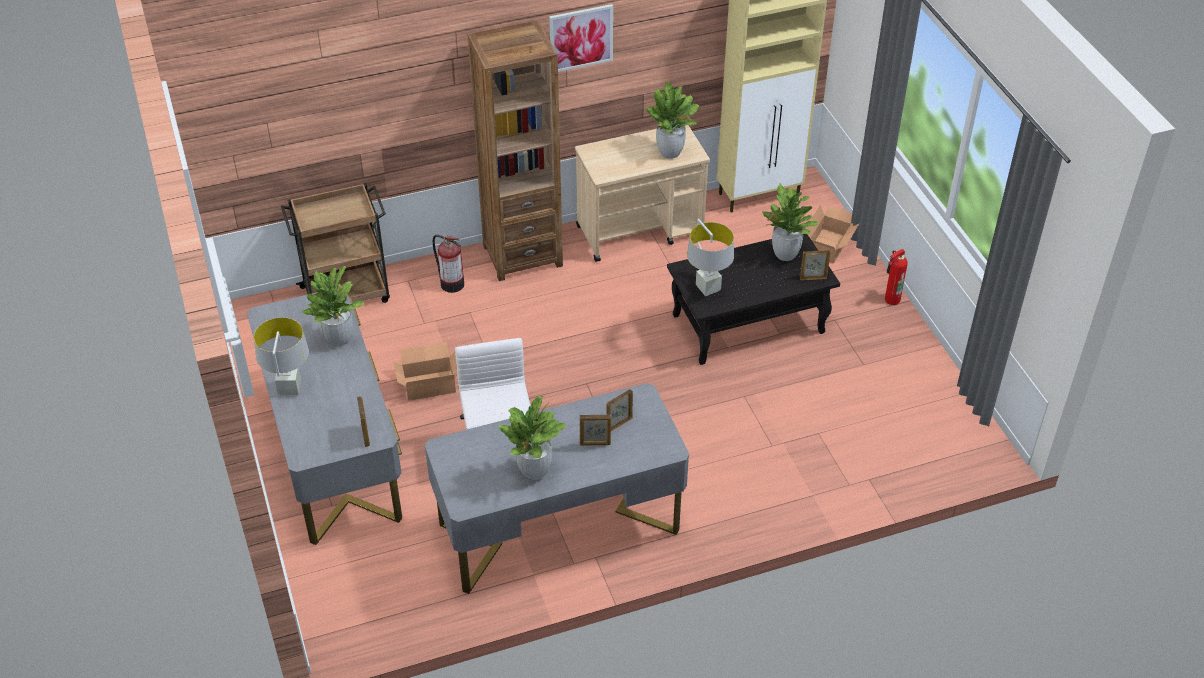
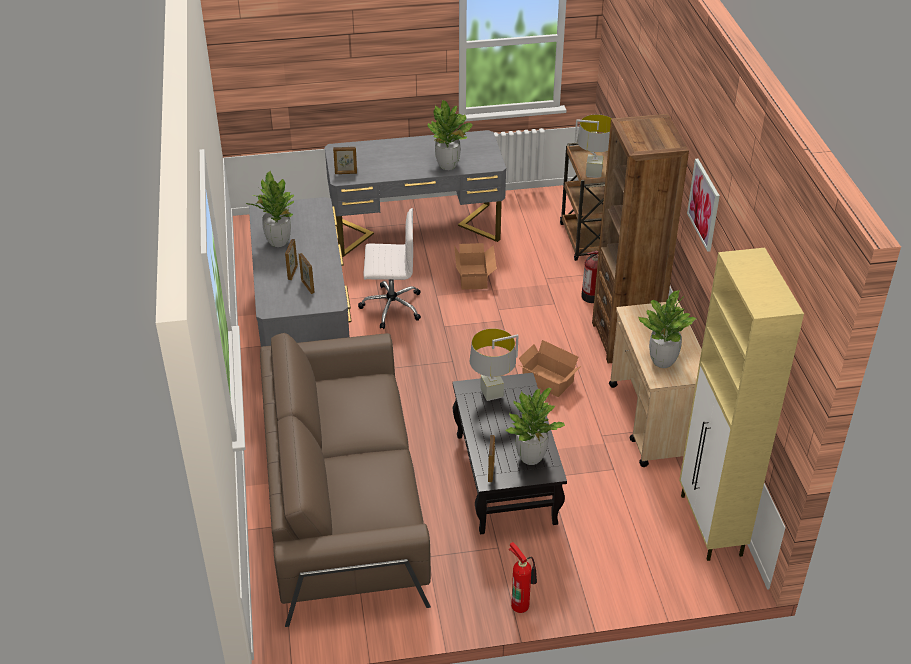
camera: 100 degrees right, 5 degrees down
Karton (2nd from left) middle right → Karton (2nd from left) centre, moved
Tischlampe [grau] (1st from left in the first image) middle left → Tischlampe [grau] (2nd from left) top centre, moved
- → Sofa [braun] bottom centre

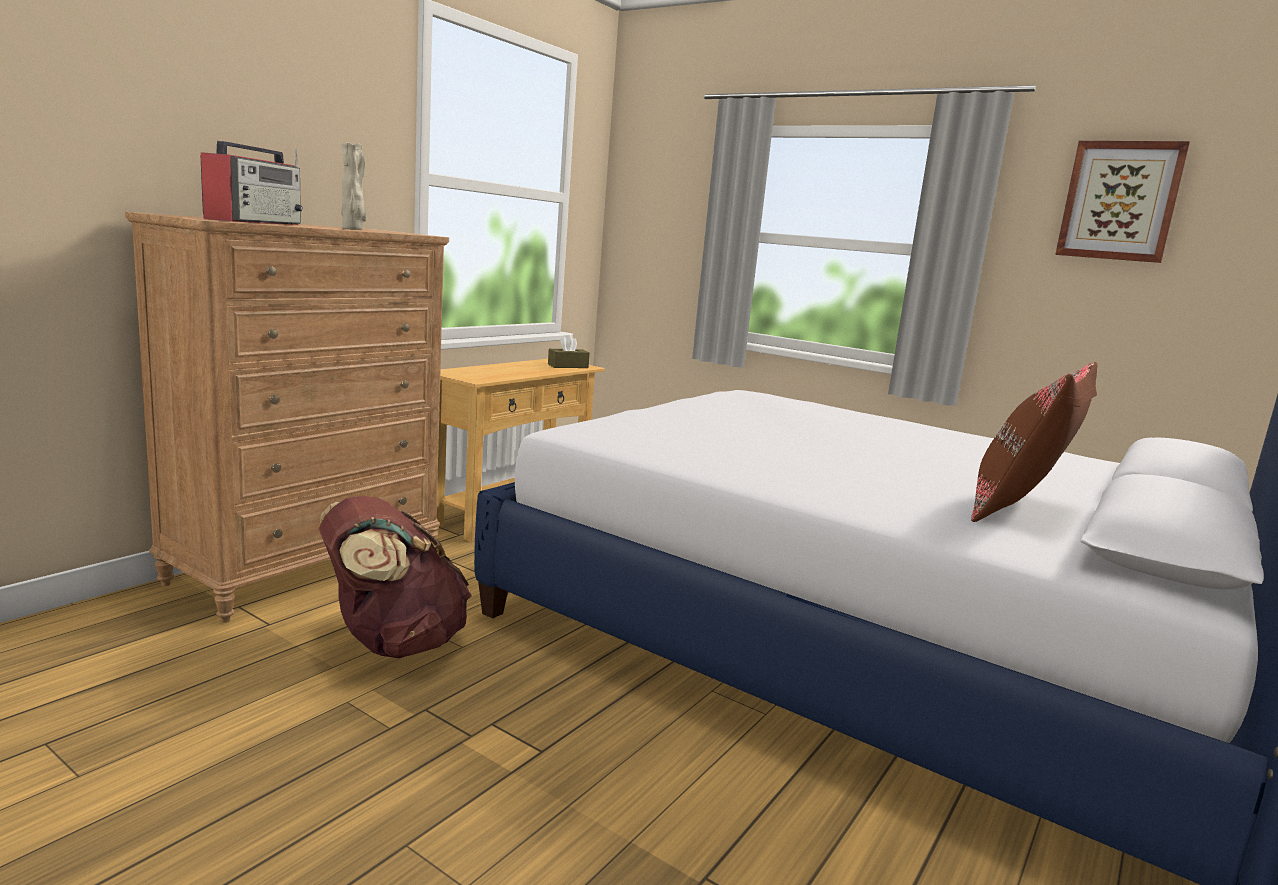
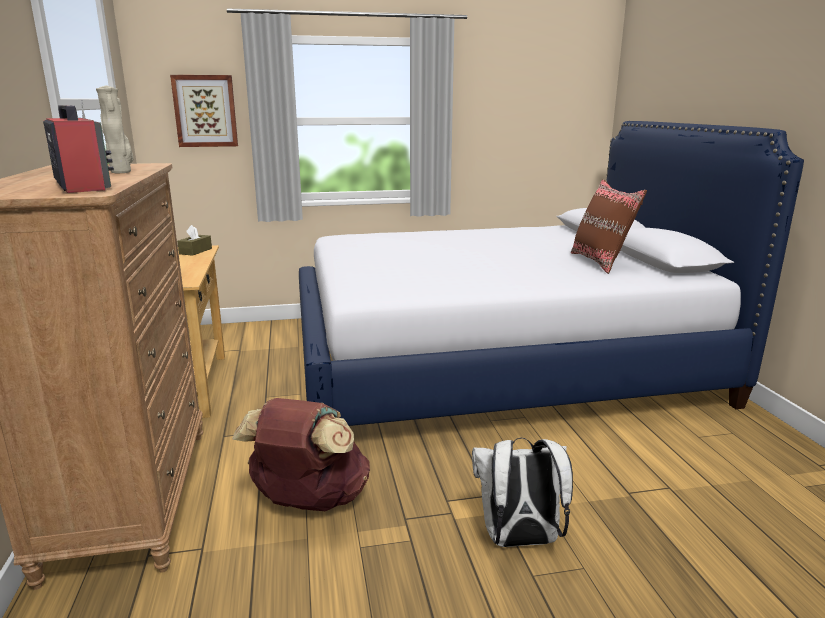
camera: 45 degrees left, 5 degrees up
Bild top right → Bild top left, moved
- → Rucksack [weiß] bottom centre

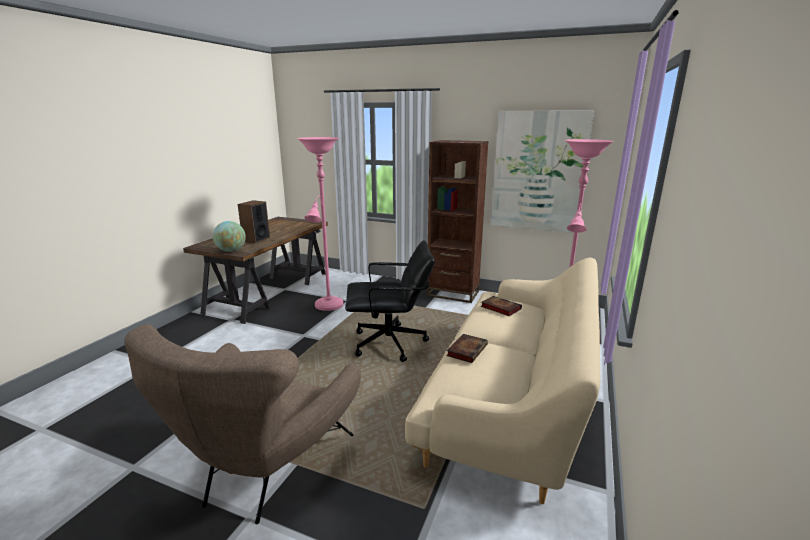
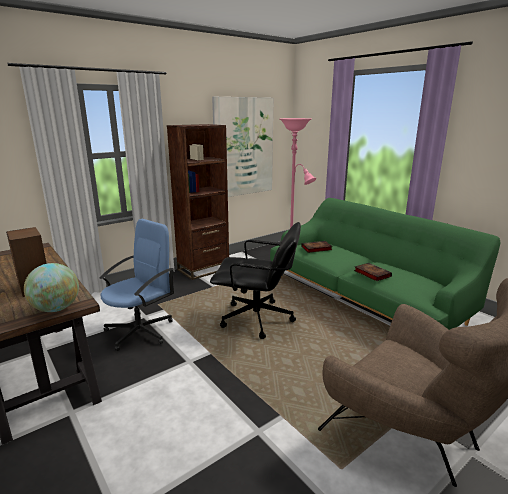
camera: 60 degrees left, 0 degrees up
Stehlampe [rosa] (1st from left) centre → Bürostuhl [blau] middle left
Bürostuhl [schwarz] centre, 75 degrees clockwise
Sofa [beige] bottom centre → Sofa [grün] middle right

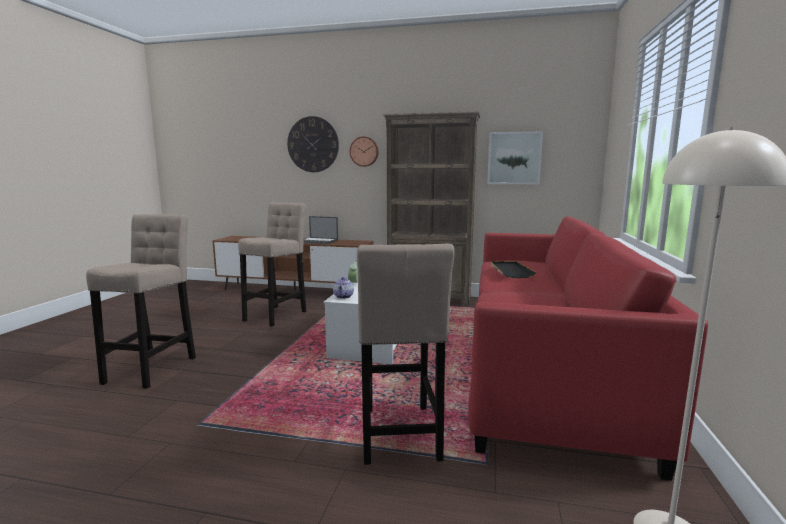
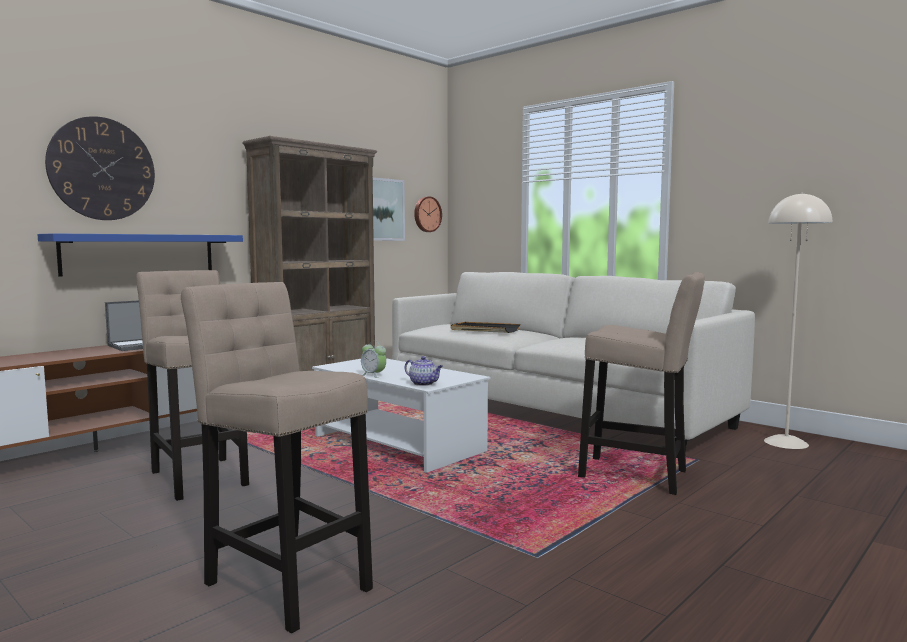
camera: 60 degrees left, 5 degrees down
Wanduhr (2nd from left) top centre → Wanduhr (2nd from left) centre, moved
Sofa [rot] middle right → Sofa [weiß] centre
- → Wandregal [blau] middle left

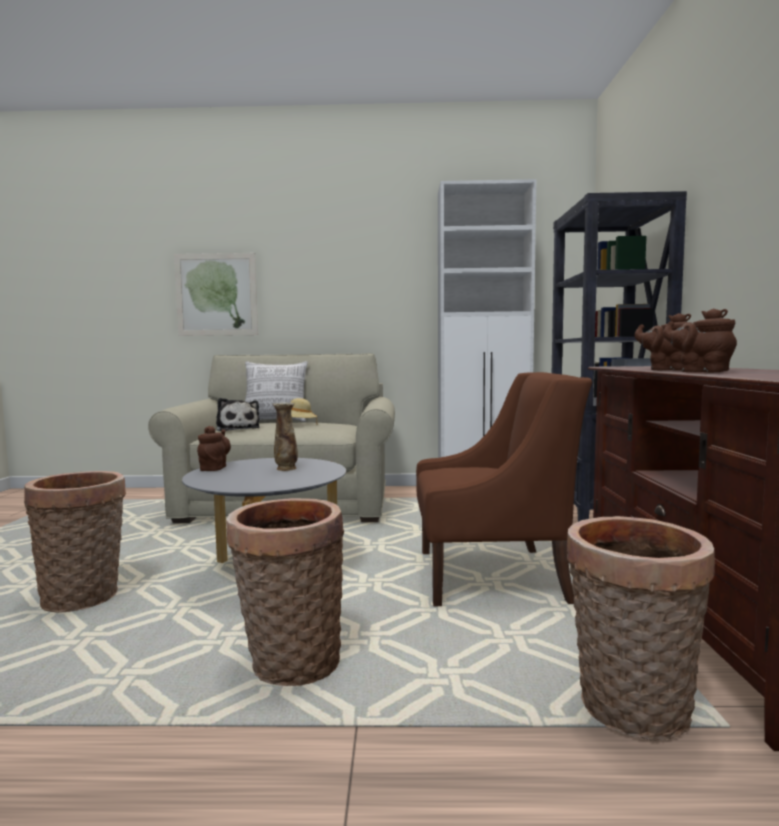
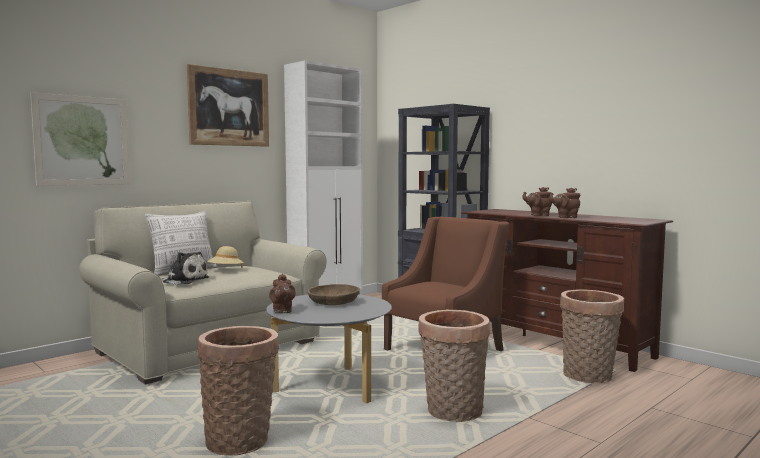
camera: 45 degrees left, 0 degrees up
Vase centre → Schüssel [braun] centre
Teekanne [braun] (1st from left) middle left → Teekanne [braun] (1st from left) centre, 150 degrees counterclockwise
- → Bild (2nd from left) top left

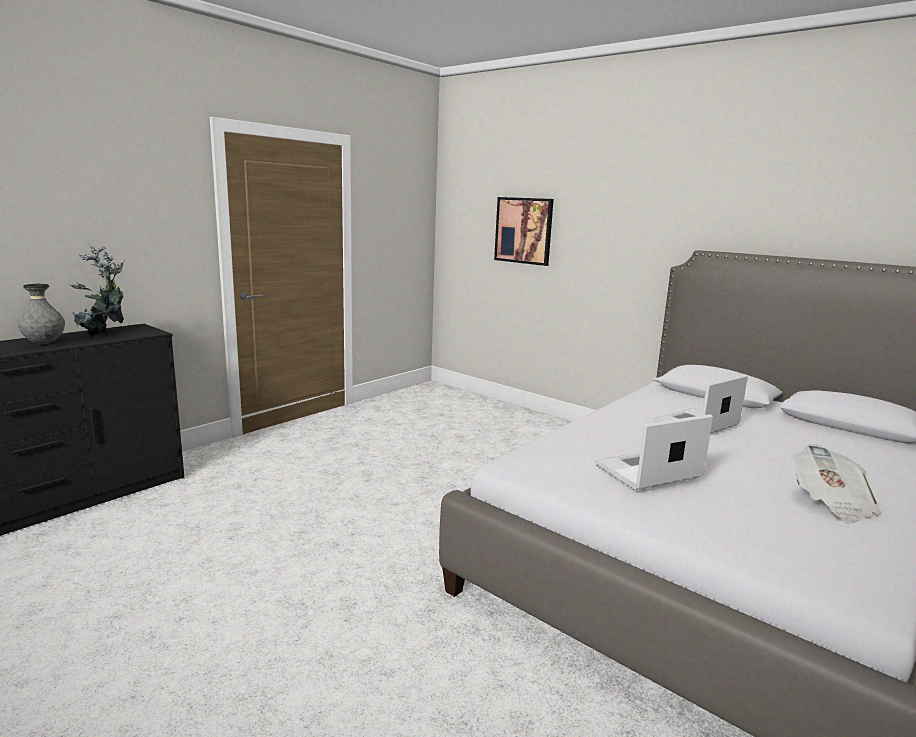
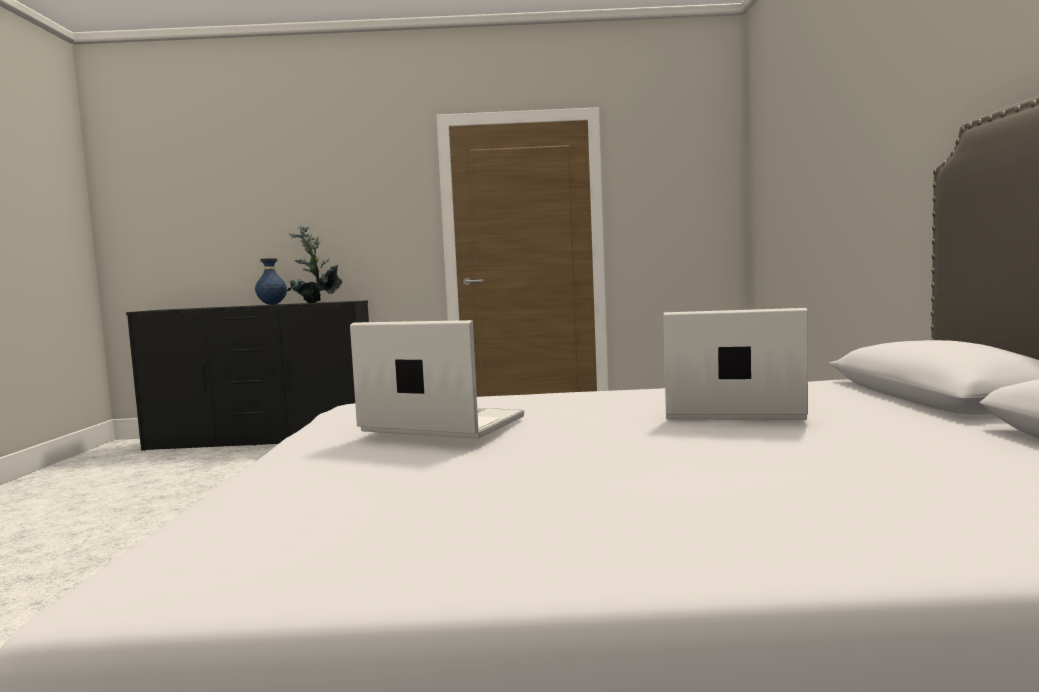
camera: 50 degrees right, 10 degrees down
Bild top centre → -
Vase [grau] middle left → Vase [blau] middle left
Zeitung middle right → -

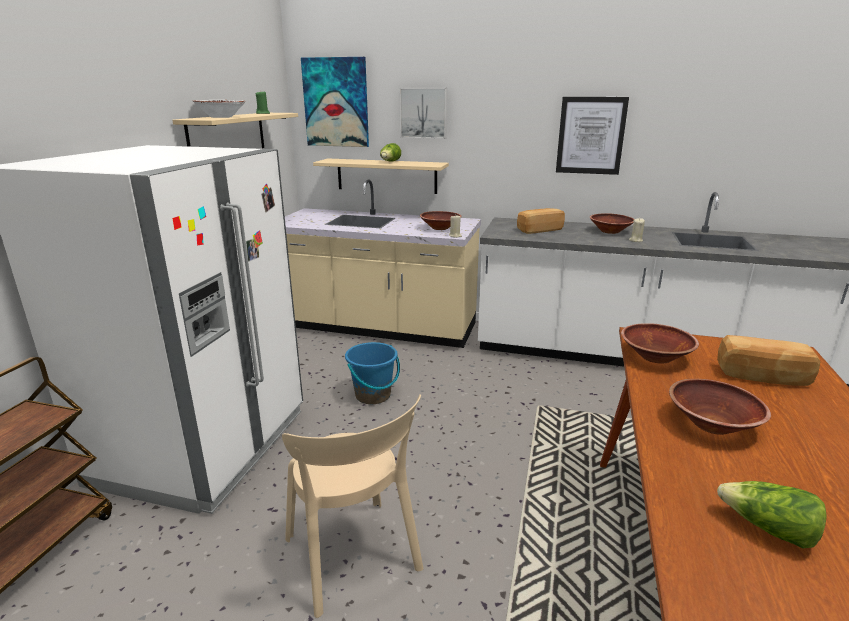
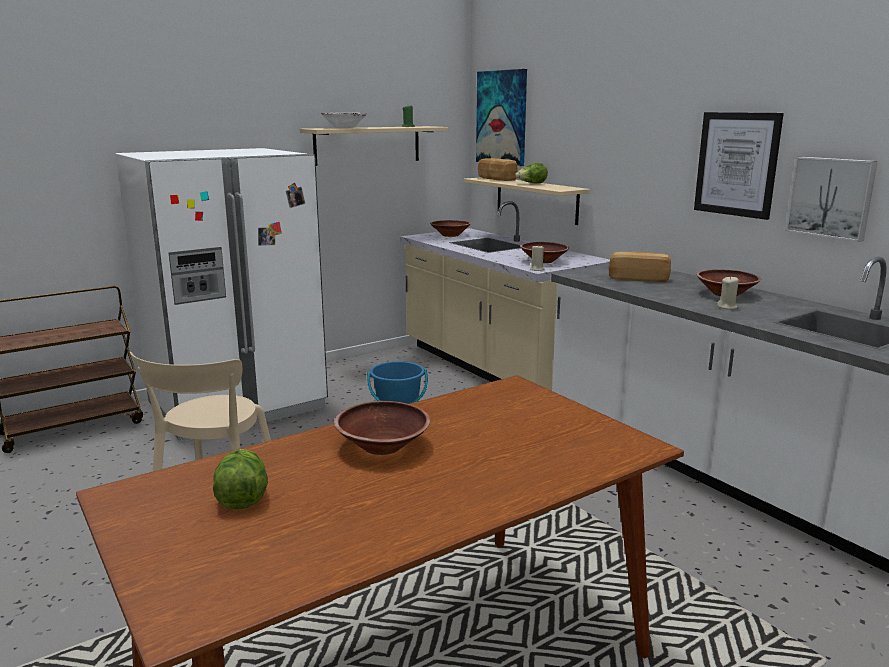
camera: 40 degrees right, 5 degrees down
Bild (2nd from left in the first image) top centre → Bild (3rd from left) top right, moved
Schüssel [braun] (3rd from left in the first image) middle right → Schüssel [braun] (2nd from left) centre, moved
Brot (2nd from left in the first image) middle right → Brot (1st from left) top centre, moved

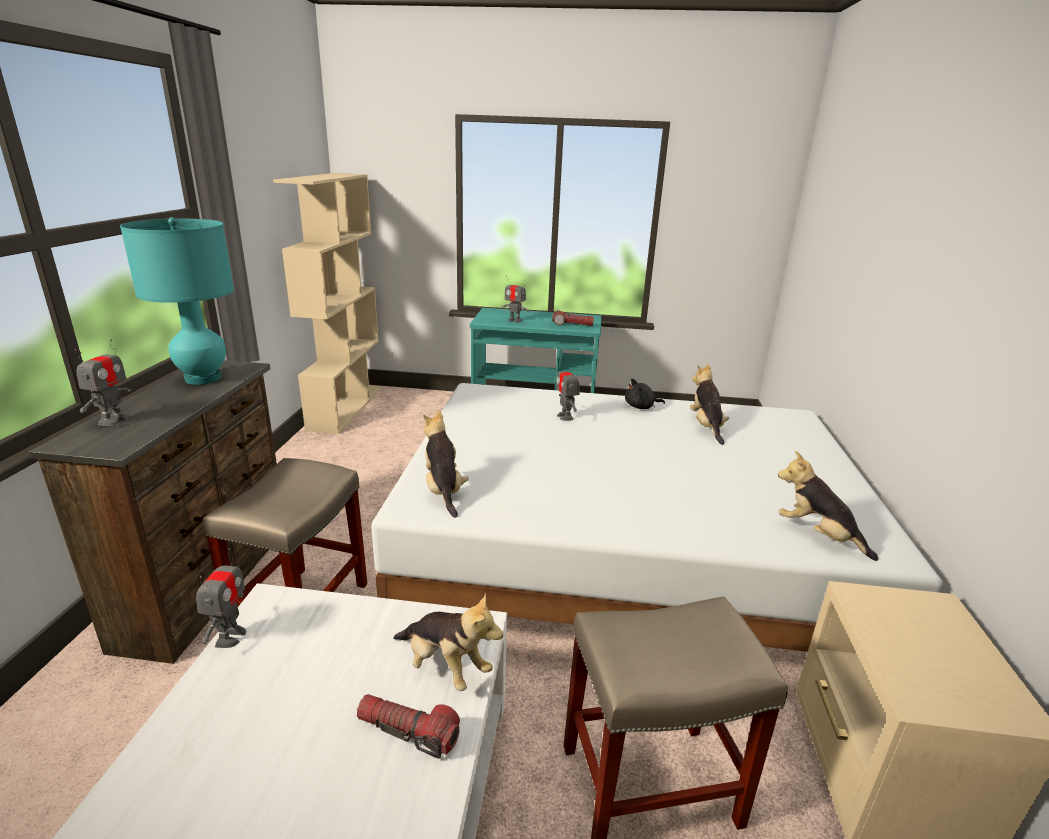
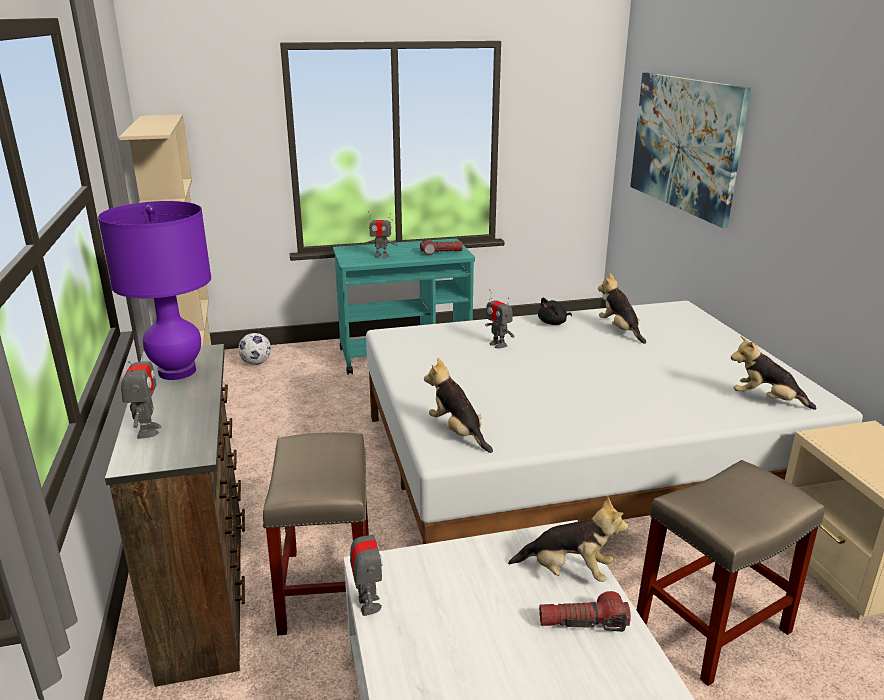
camera: 20 degrees left, 0 degrees up
Tischlampe [türkis] middle left → Tischlampe [lila] middle left
- → Bild top right
- → Fußball middle left

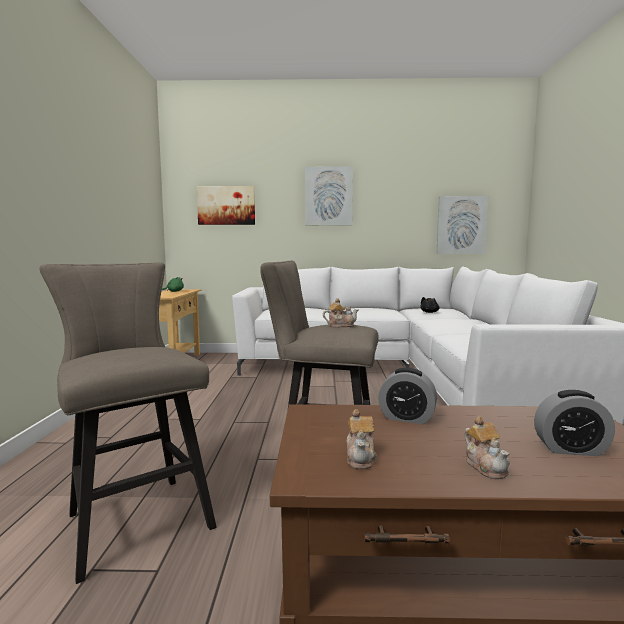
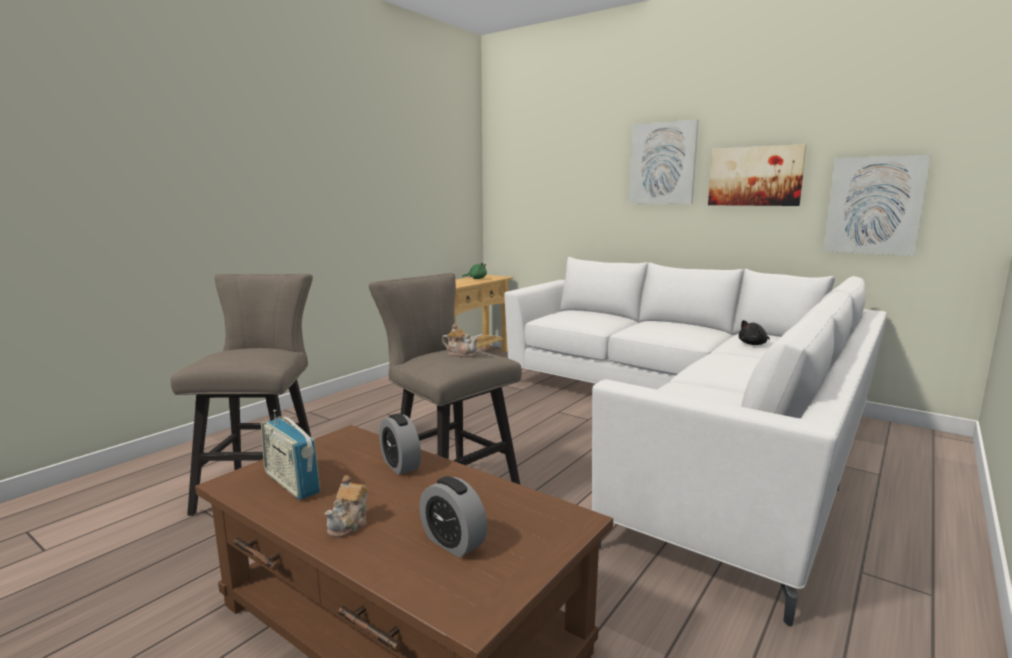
camera: 35 degrees right, 5 degrees up
Bild (1st from left in the first image) top centre → Bild (2nd from left) top right, moved
Teekanne (2nd from left) bottom centre → Radio bottom left

